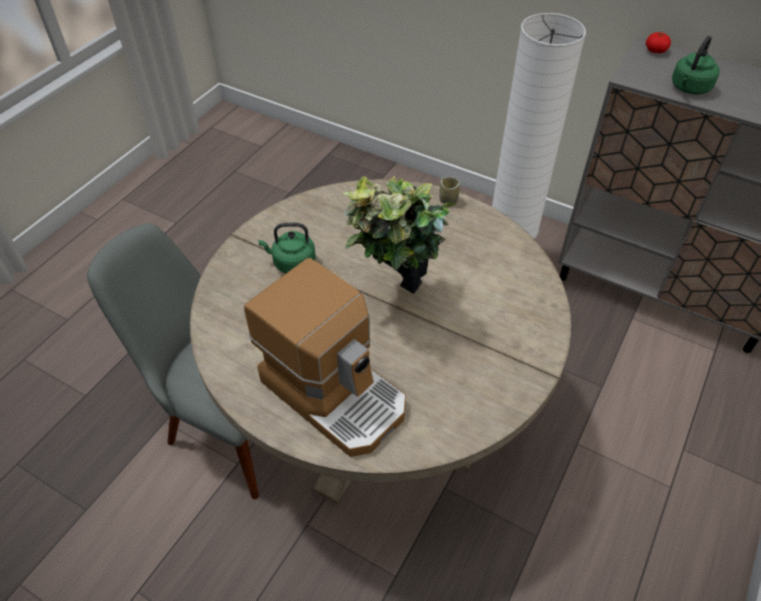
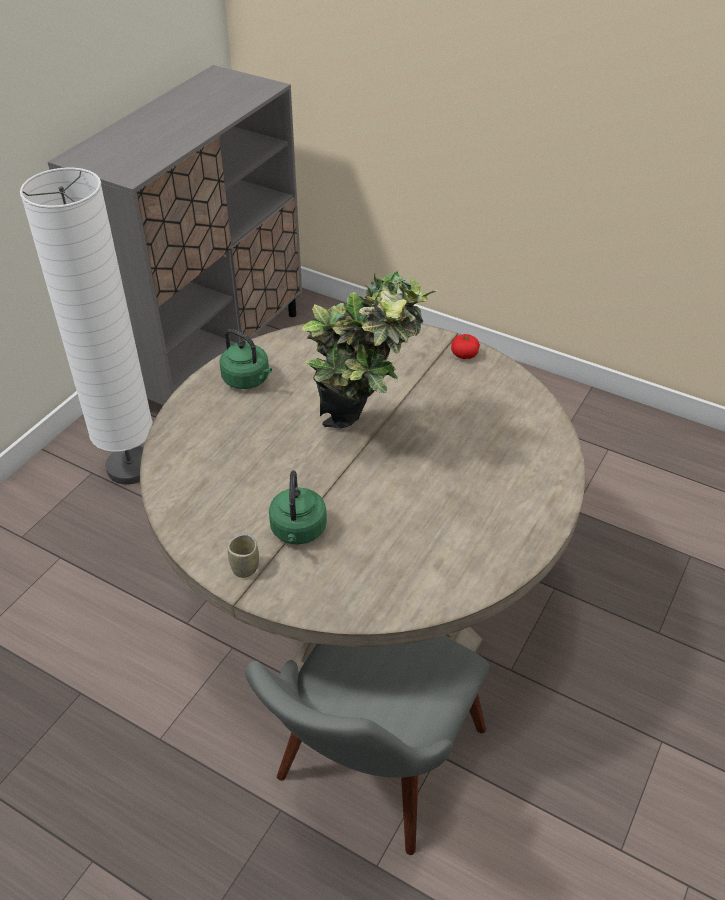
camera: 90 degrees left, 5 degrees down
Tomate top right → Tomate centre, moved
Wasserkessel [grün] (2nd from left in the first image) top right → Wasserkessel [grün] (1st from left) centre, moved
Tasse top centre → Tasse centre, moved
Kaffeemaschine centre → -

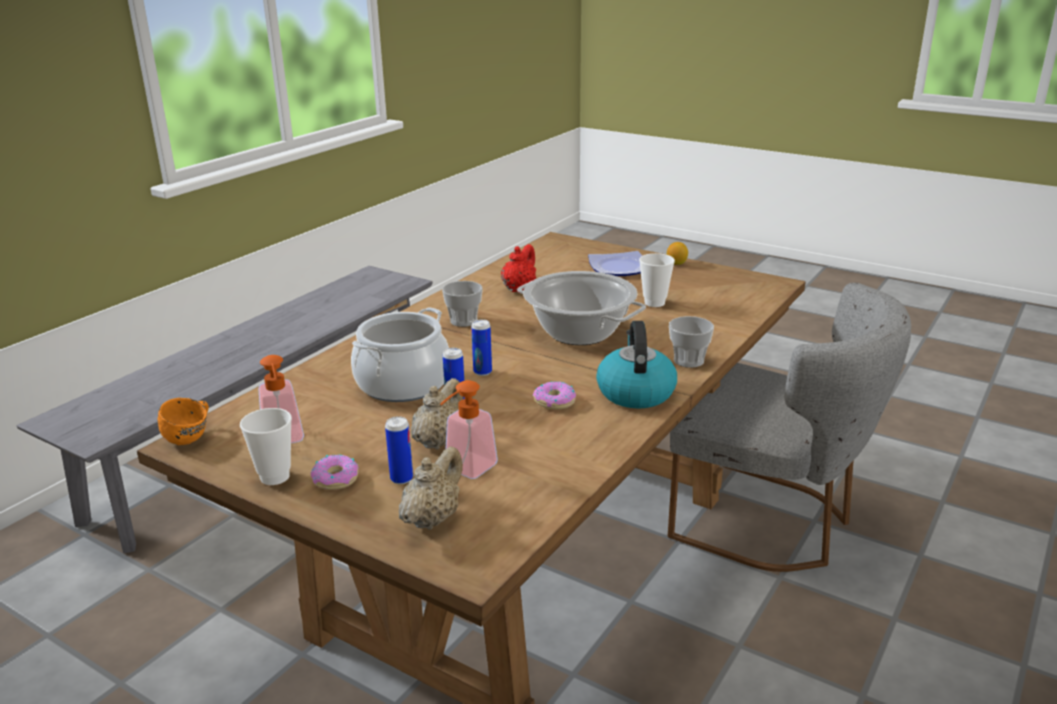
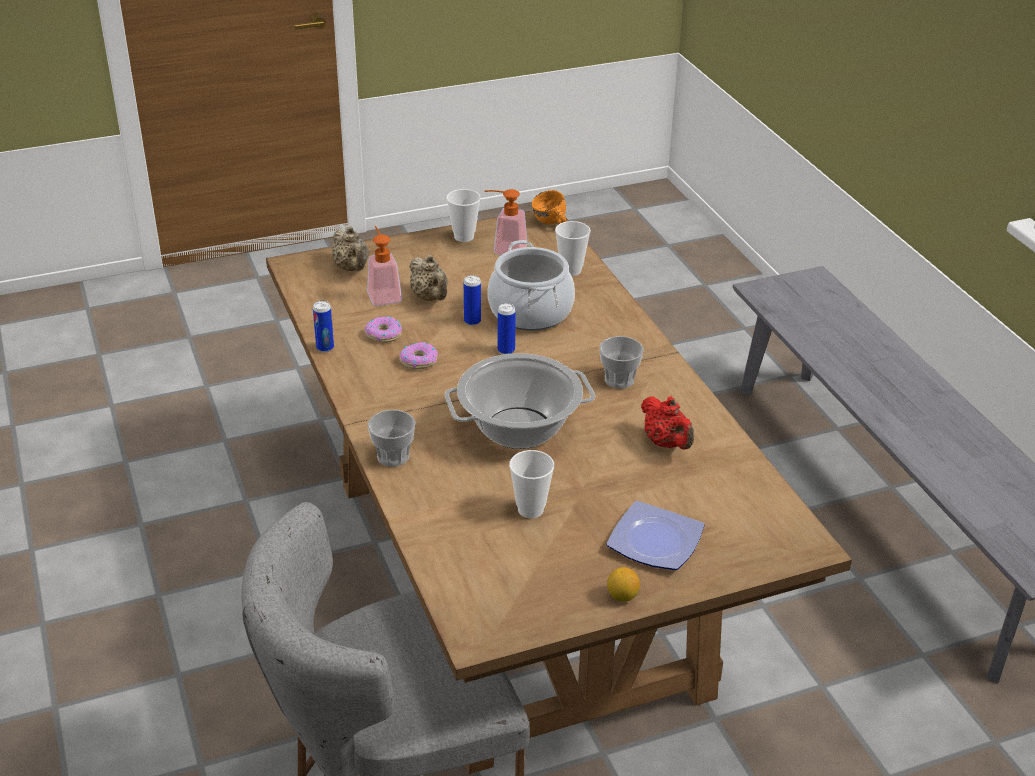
camera: 125 degrees right, 10 degrees up
Wasserkessel centre → -
Dose (1st from left) centre → Dose (1st from left) middle left, moved
Donut (1st from left) bottom left → Donut (1st from left) centre, moved
- → Tasse (4th from left) top centre

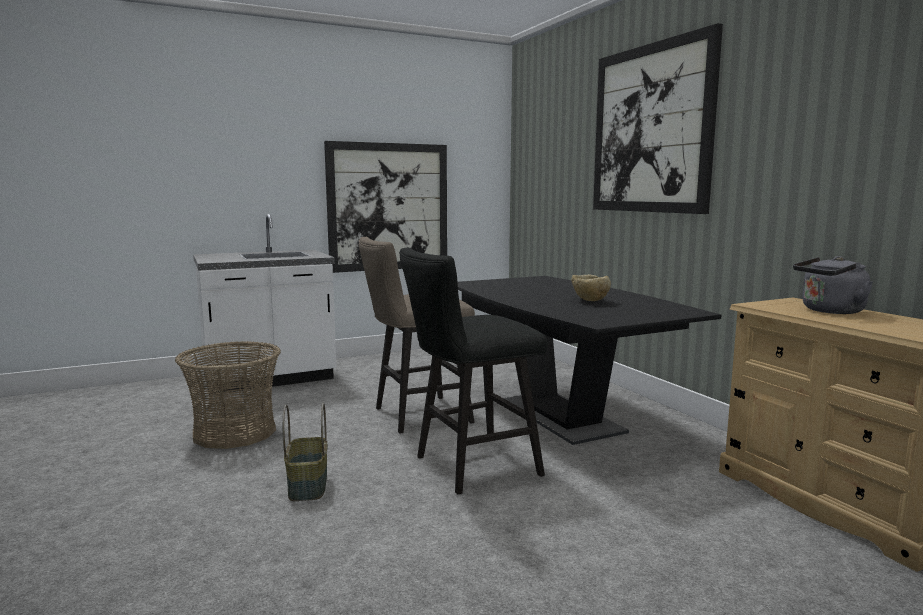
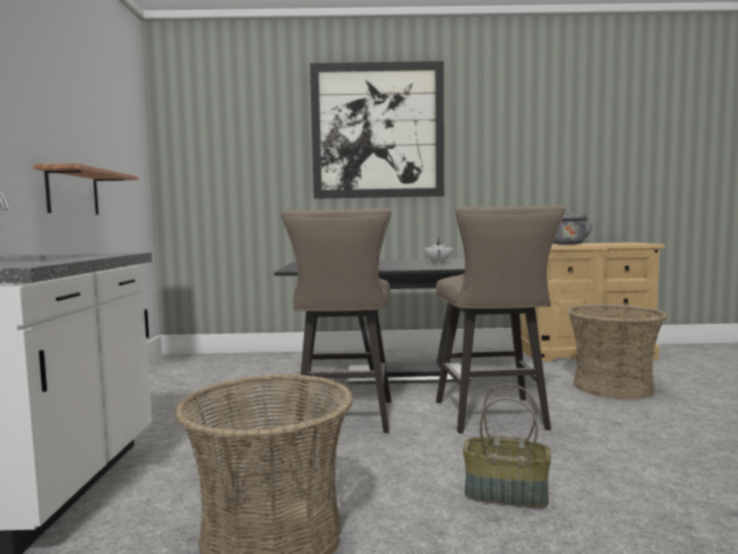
camera: 65 degrees left, 5 degrees down
Bild (1st from left) centre → Wandregal middle left
Hocker [schwarz] centre → Hocker [beige] (2nd from left) middle right
Schüssel [beige] centre → Teekanne [weiß] centre
- → Korb (3rd from left) middle right

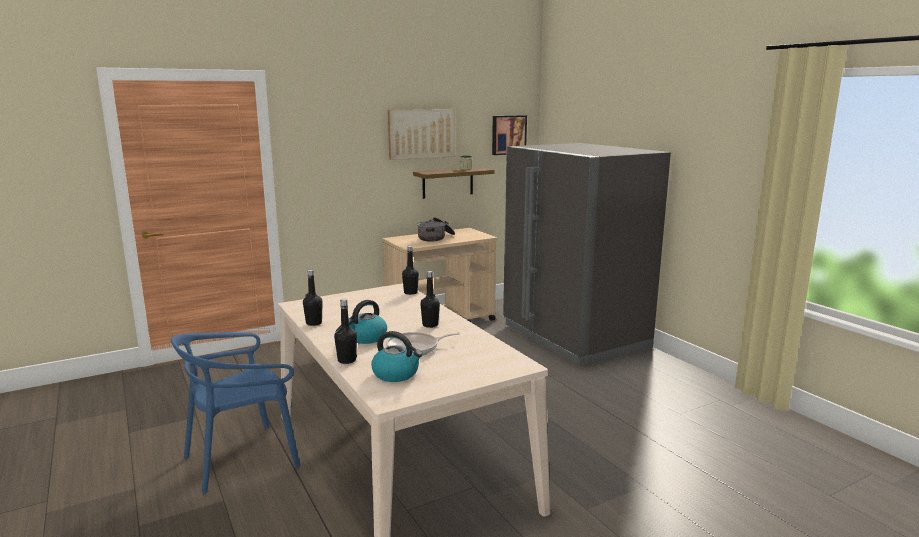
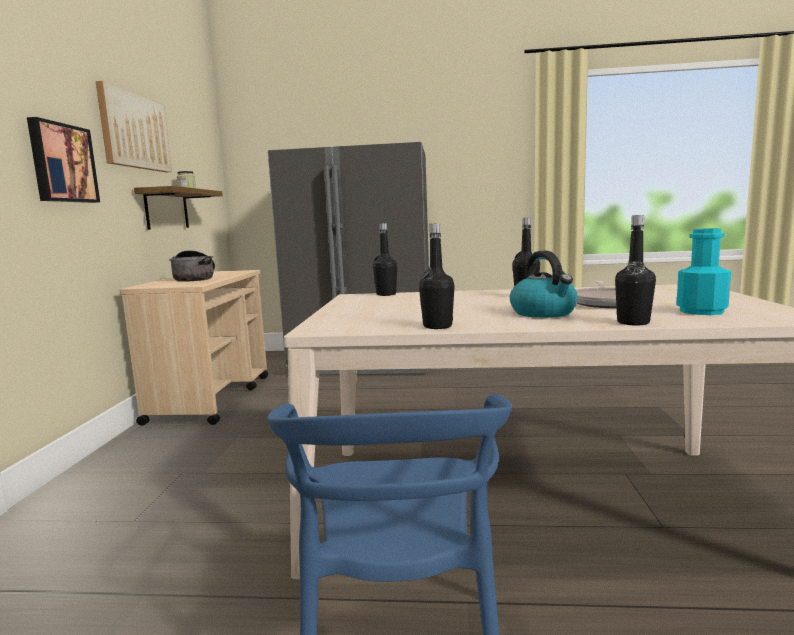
camera: 55 degrees left, 5 degrees down
Bild (2nd from left in the first image) top centre → Bild (1st from left) top left, moved
Wasserkessel (2nd from left) centre → Flasche [türkis] middle right

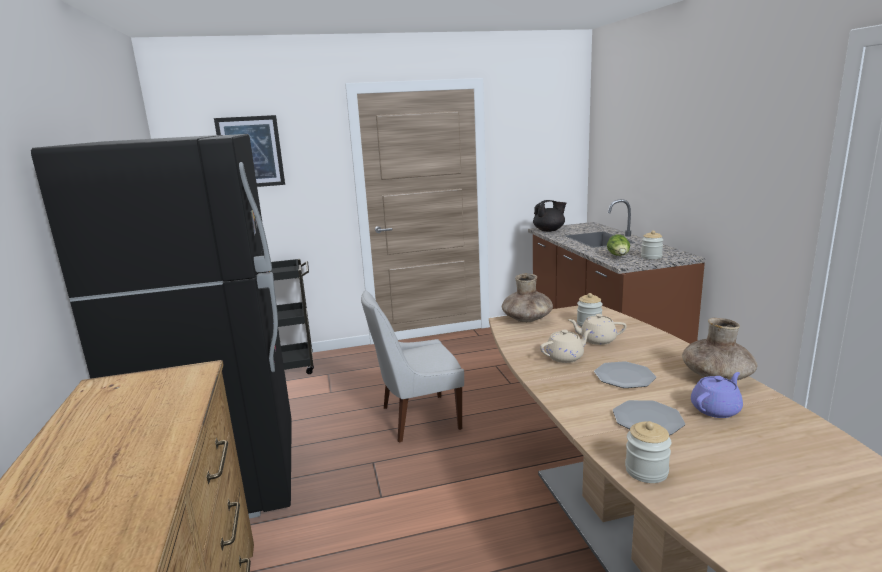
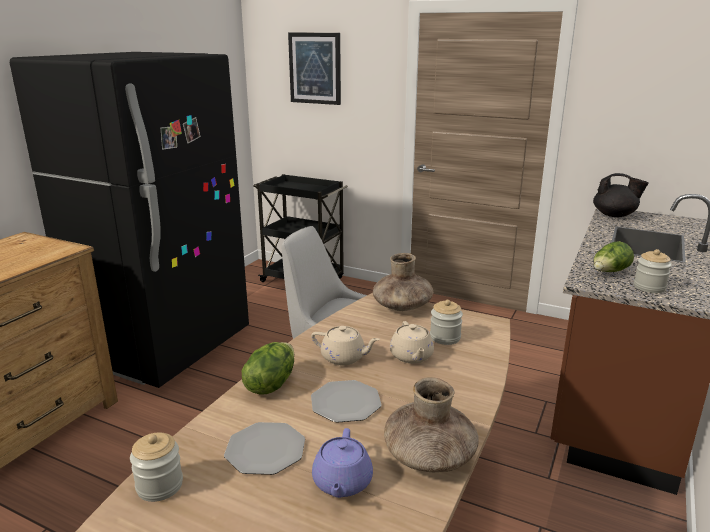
camera: 40 degrees right, 5 degrees up
Teekanne [beige] (2nd from left) middle right → Teekanne [beige] (2nd from left) centre, 150 degrees counterclockwise
Teekanne [lila] bottom right → Teekanne [lila] bottom centre, 90 degrees clockwise
- → Salatkopf (1st from left) bottom centre

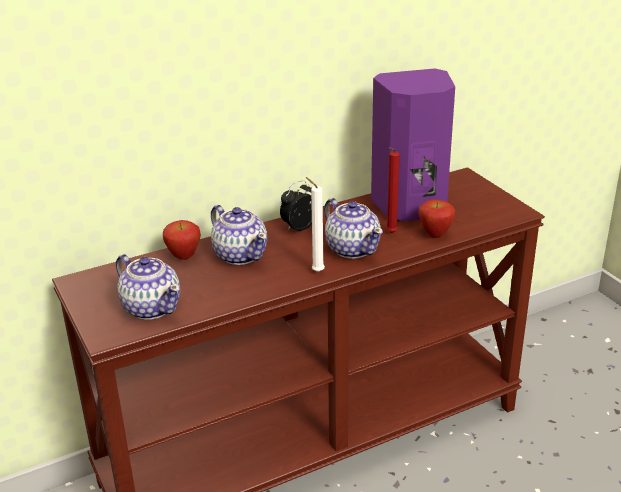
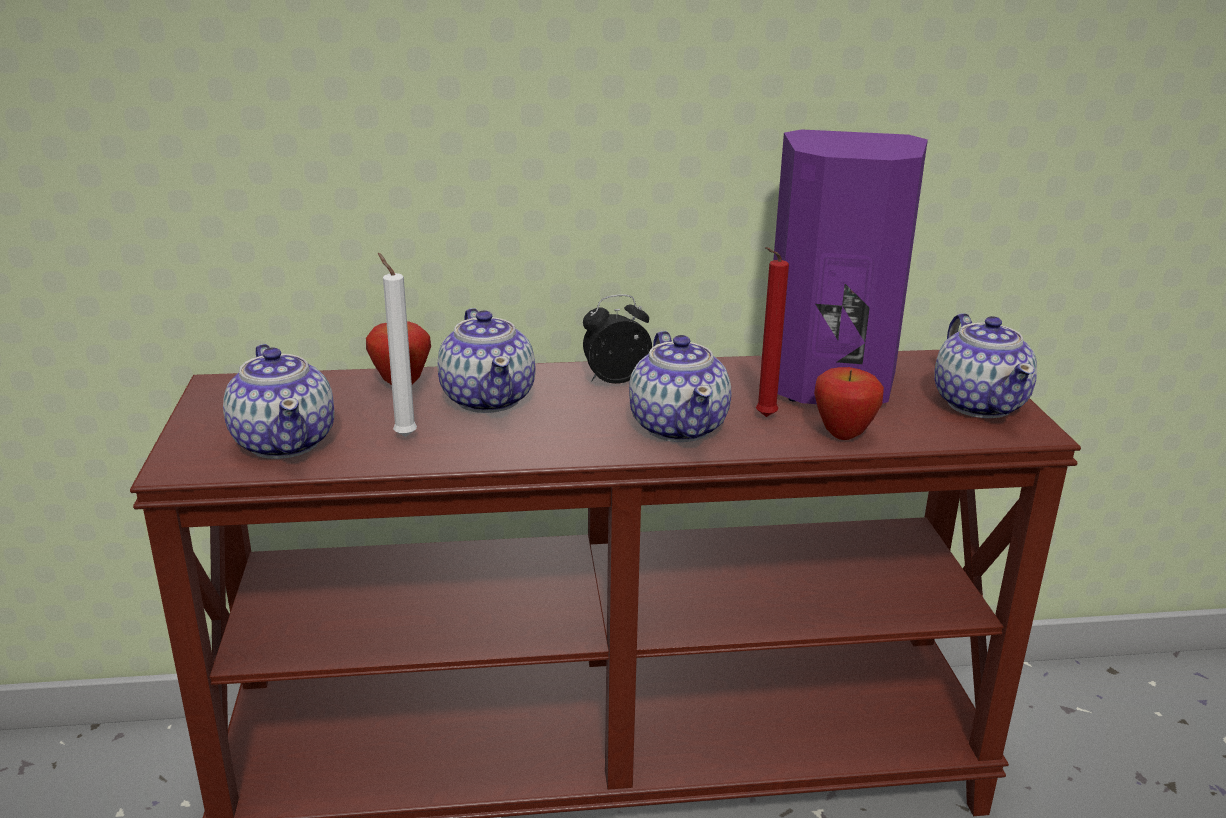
camera: 20 degrees right, 5 degrees down
Kerze [weiß] centre → Kerze [weiß] middle left, moved
- → Teekanne (4th from left) middle right

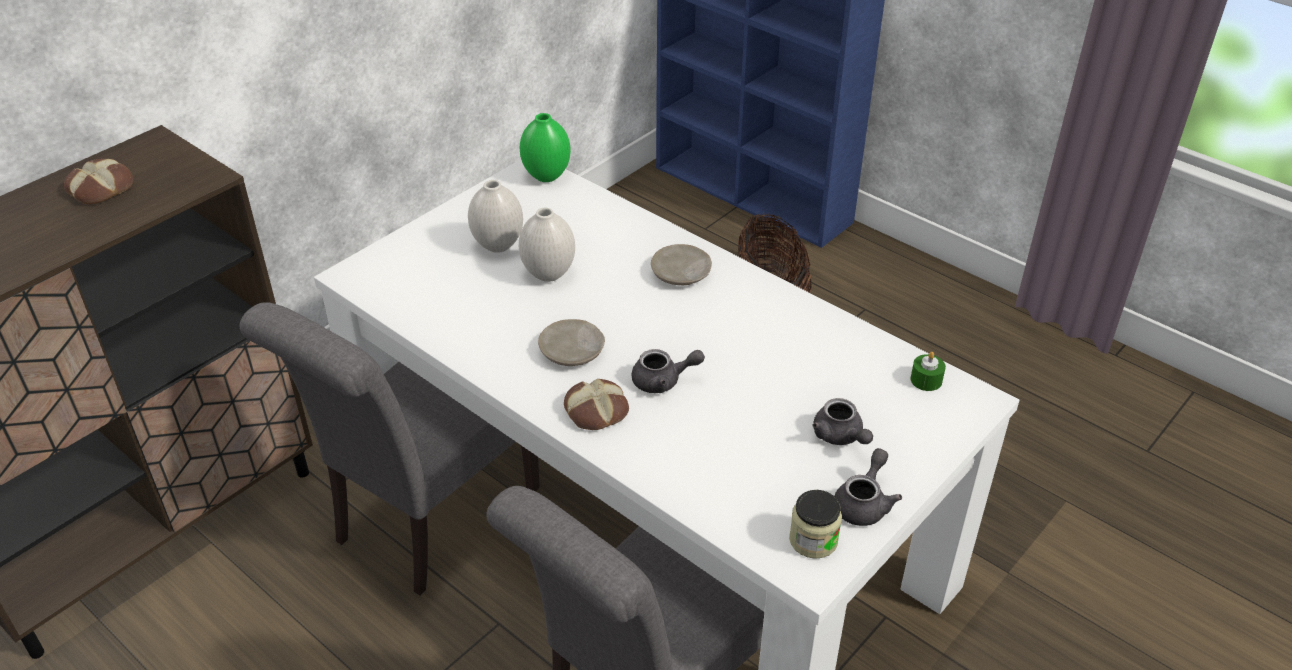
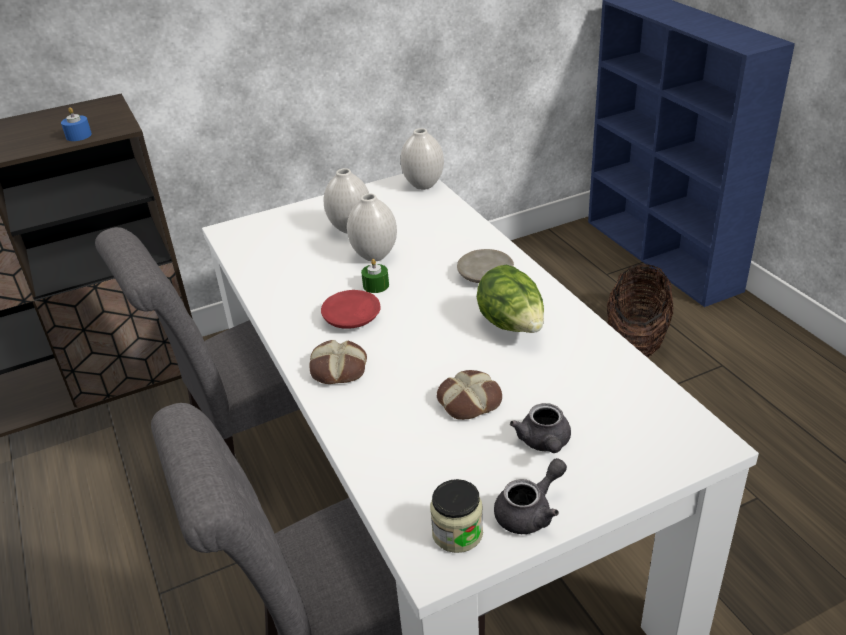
camera: 25 degrees right, 5 degrees down
Vase [grün] top centre → Vase [weiß] (3rd from left) top centre
Brot (1st from left in the first image) top left → Brot (2nd from left) centre, moved
Teller [beige] (1st from left) centre → Teller [rot] centre
Teekanne [grau] (1st from left) centre → -
Kerze [grün] middle right → Kerze [grün] centre, moved
- → Kerze [blau] top left
- → Salatkopf centre

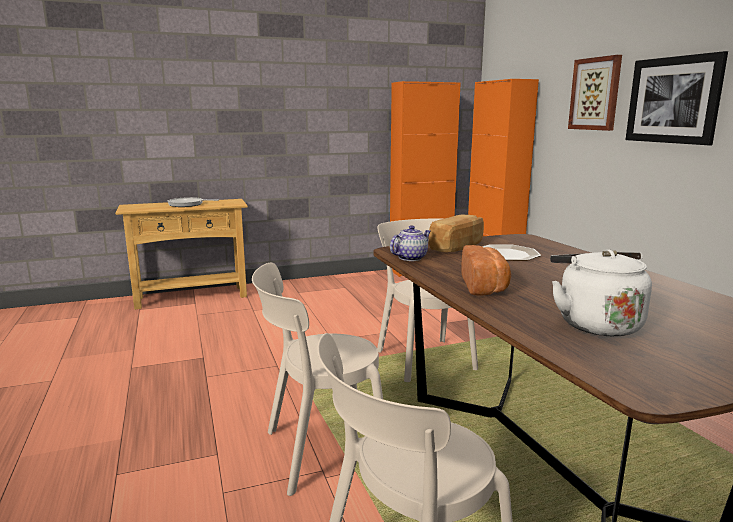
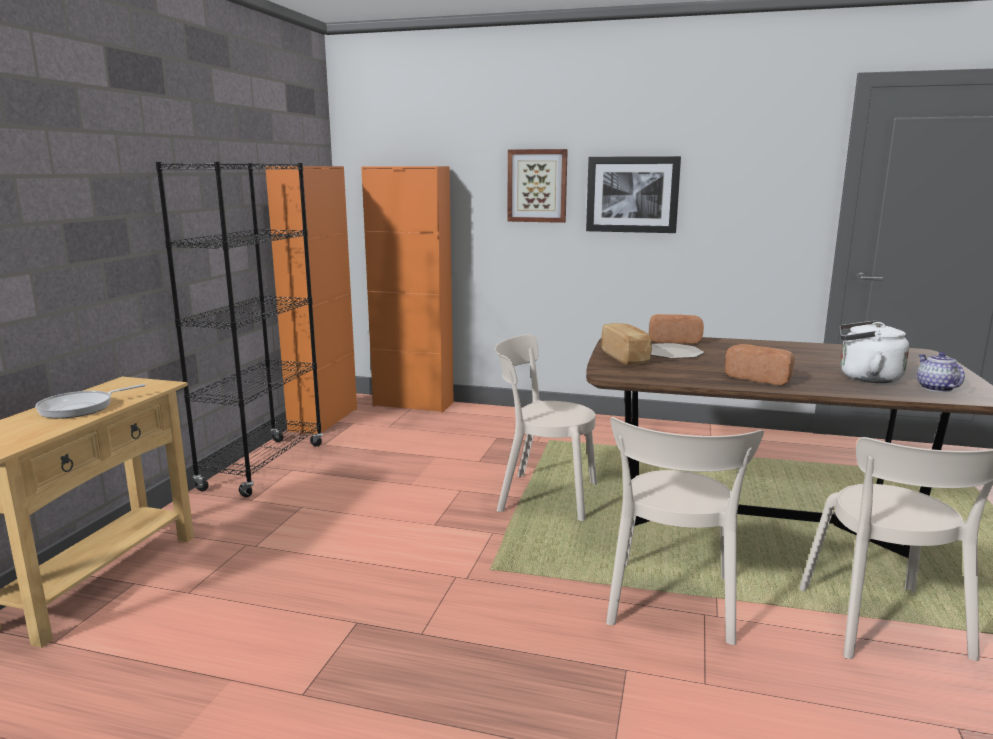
camera: 55 degrees left, 0 degrees up
Teekanne centre → Teekanne middle right, moved
- → Bücherregal [schwarz] middle left
- → Brot (2nd from left) middle right

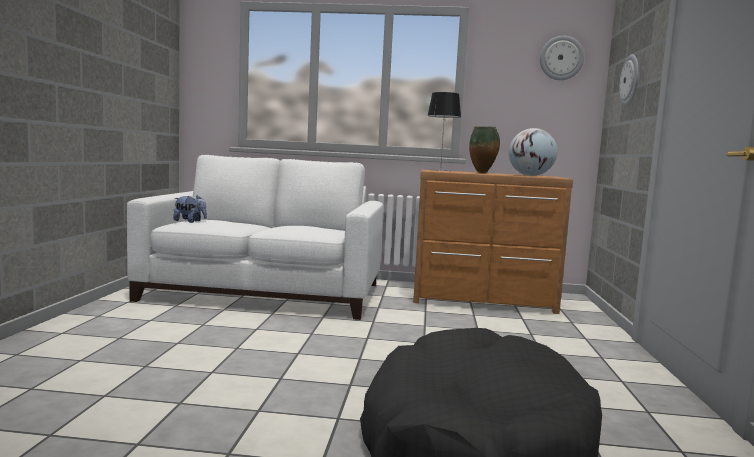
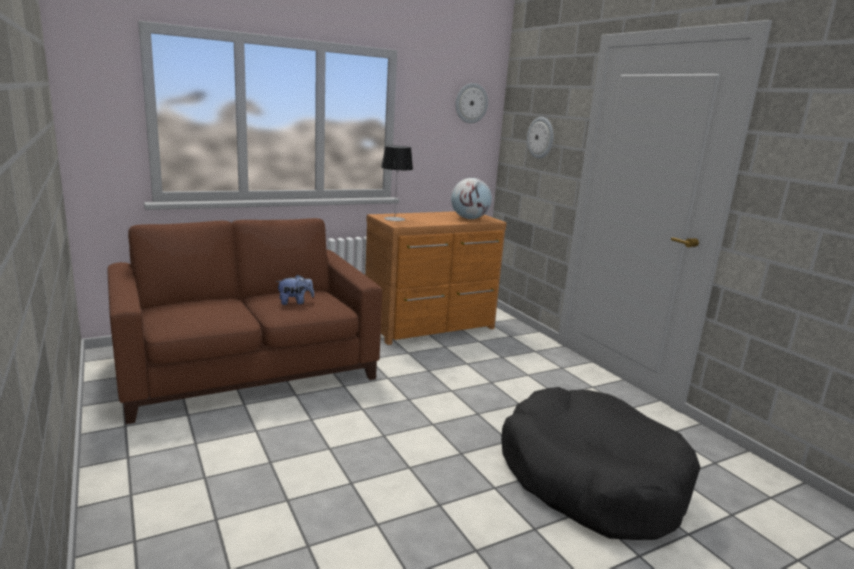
camera: 35 degrees left, 10 degrees up
Vase top centre → -
Sofa [weiß] centre → Sofa [braun] middle left
Plüschtier middle left → Plüschtier centre, moved

